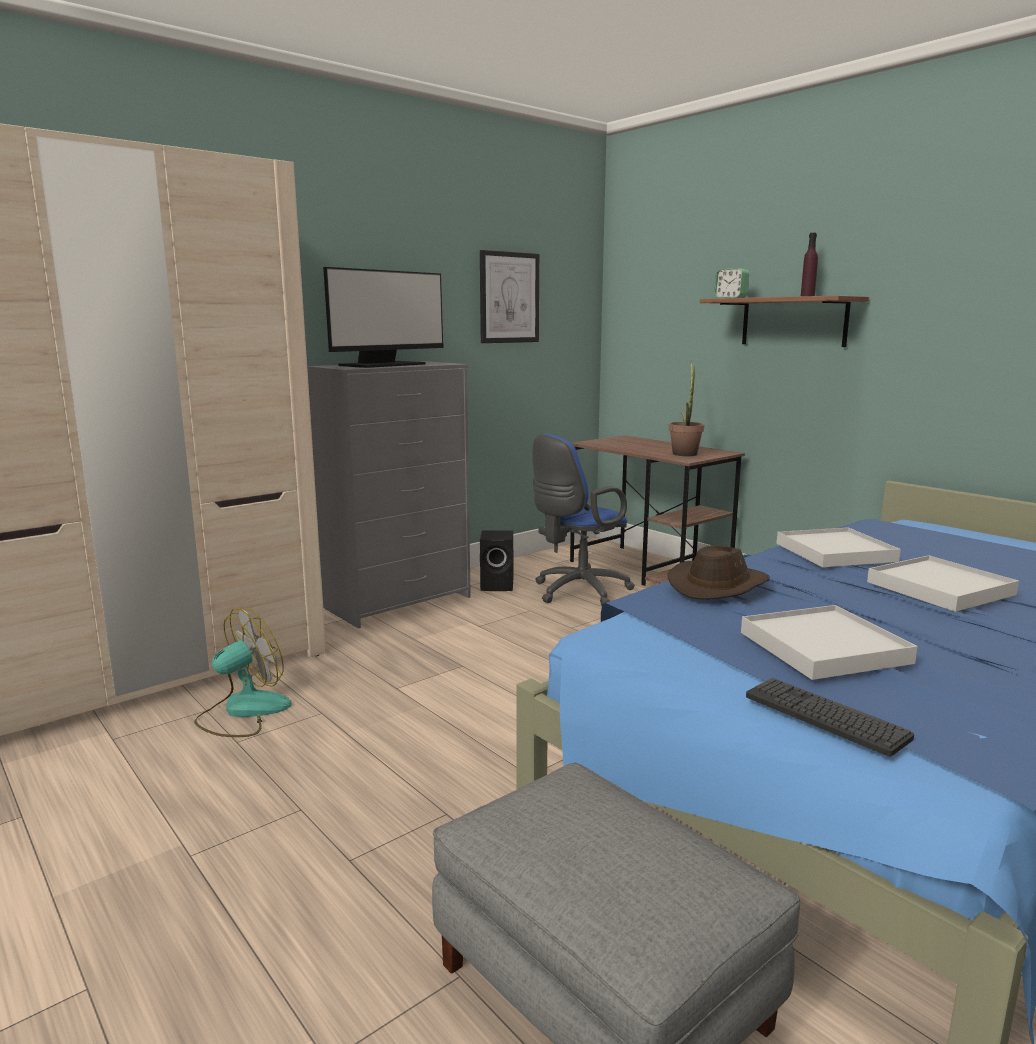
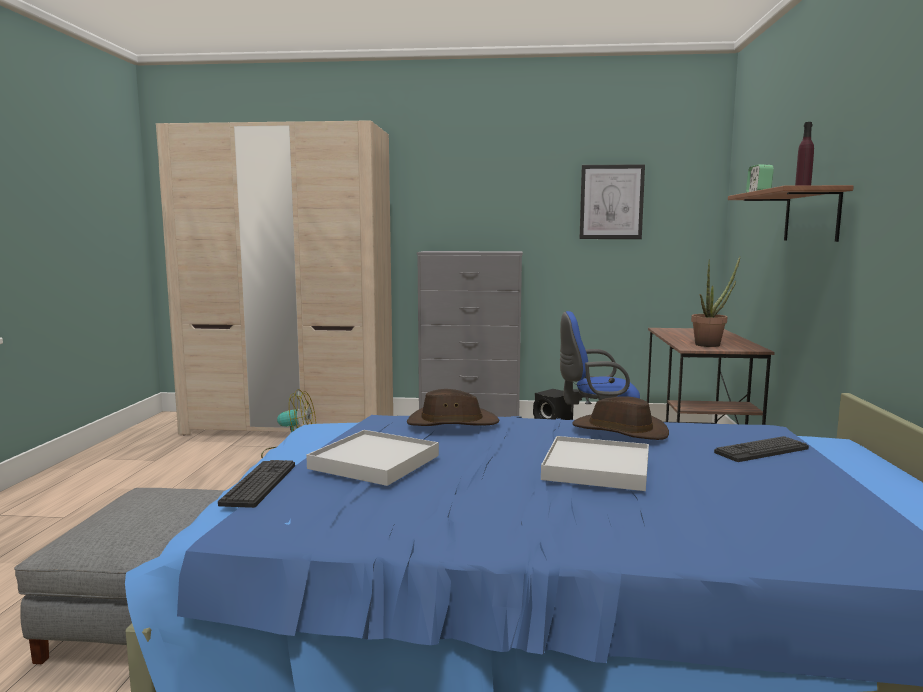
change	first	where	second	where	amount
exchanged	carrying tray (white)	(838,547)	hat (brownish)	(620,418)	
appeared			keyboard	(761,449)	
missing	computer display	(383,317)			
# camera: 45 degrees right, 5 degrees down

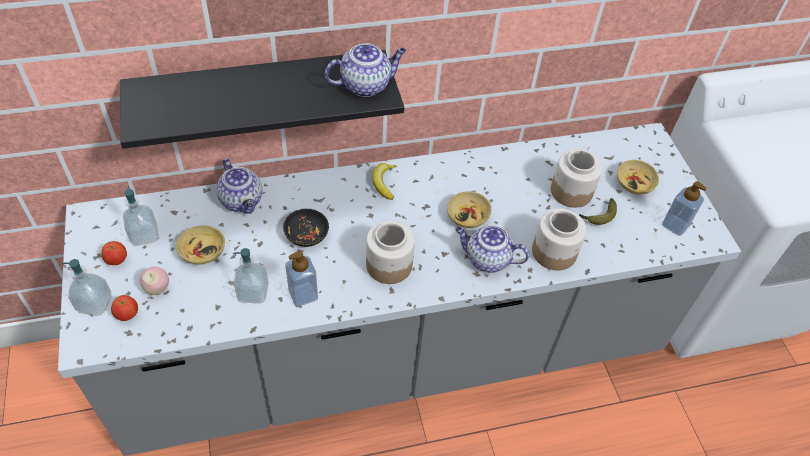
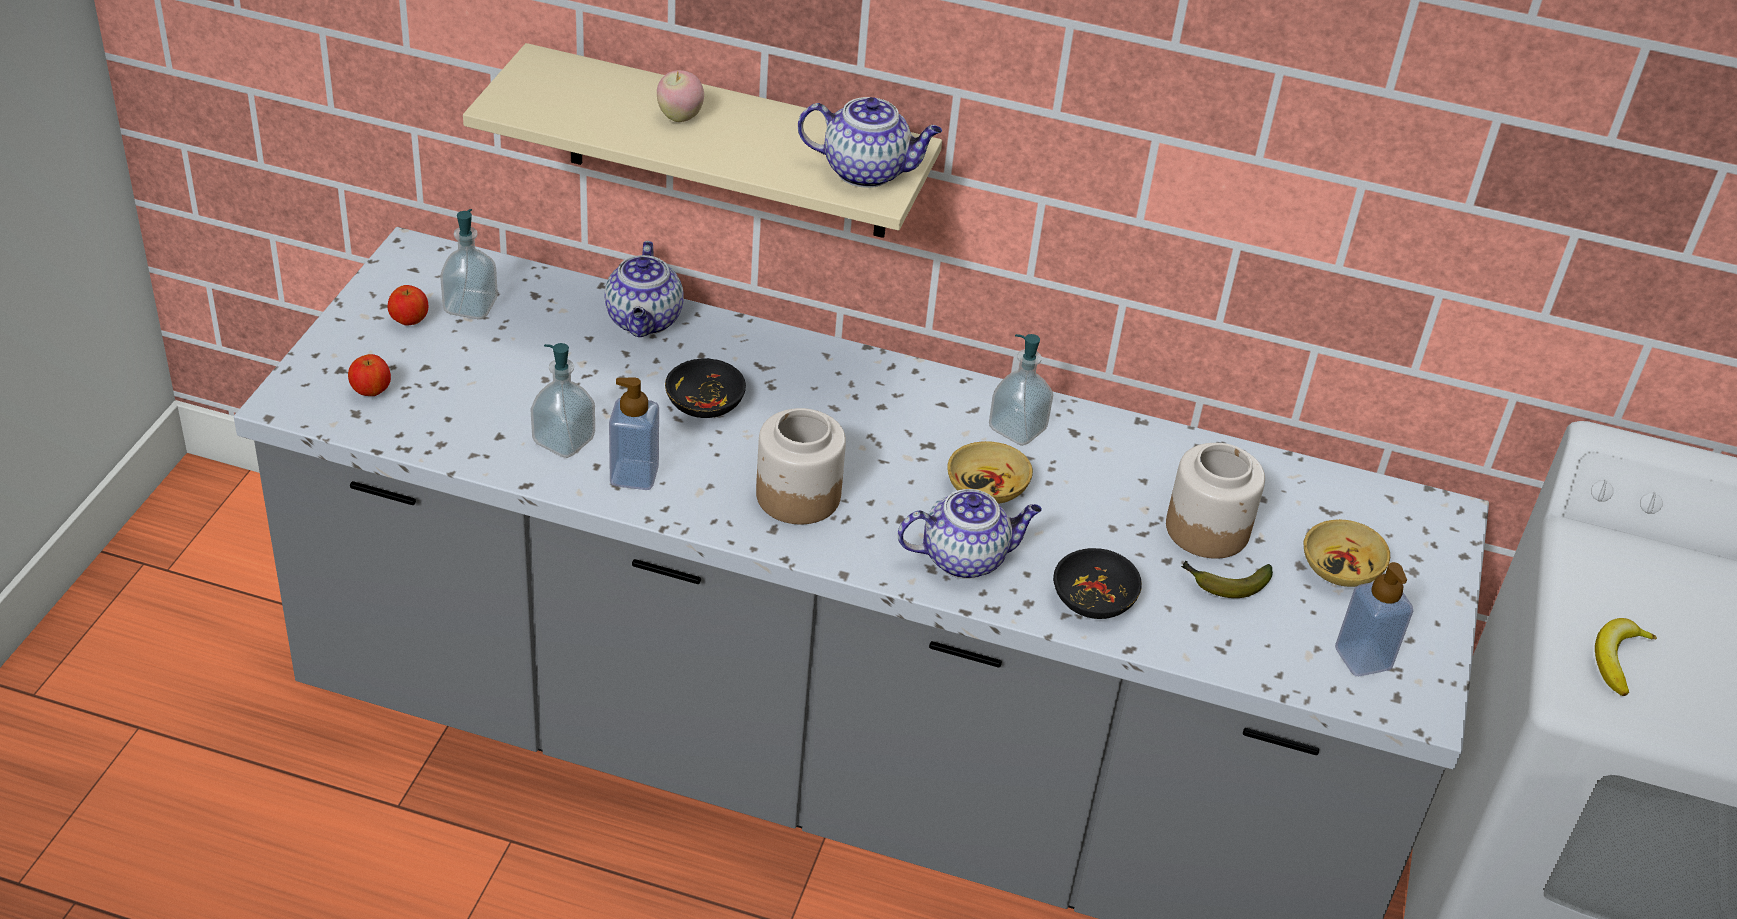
change	first	where	second	where	amount
colour	bracket shelf (blackish)	(262,99)	bracket shelf (beige)	(702,140)	
relocated	apple	(154,281)		(680,96)	
spun	teapot	(492,249)		(970,534)	120 degrees clockwise
relocated	soap dispenser	(87,287)		(1021,390)	
exchanged	storage jar	(559,239)	deep dish (blackish)	(1097,583)	
relocated	banana	(384,181)		(1626,657)	
missing	deep dish (beige)	(200,245)			
# camera: 30 degrees right, 10 degrees down

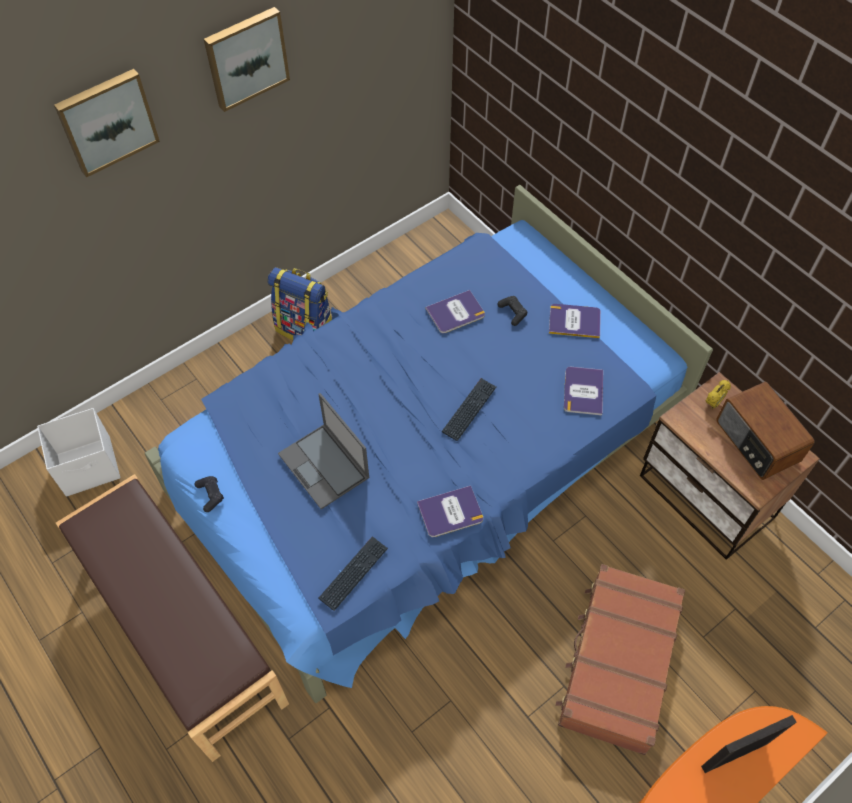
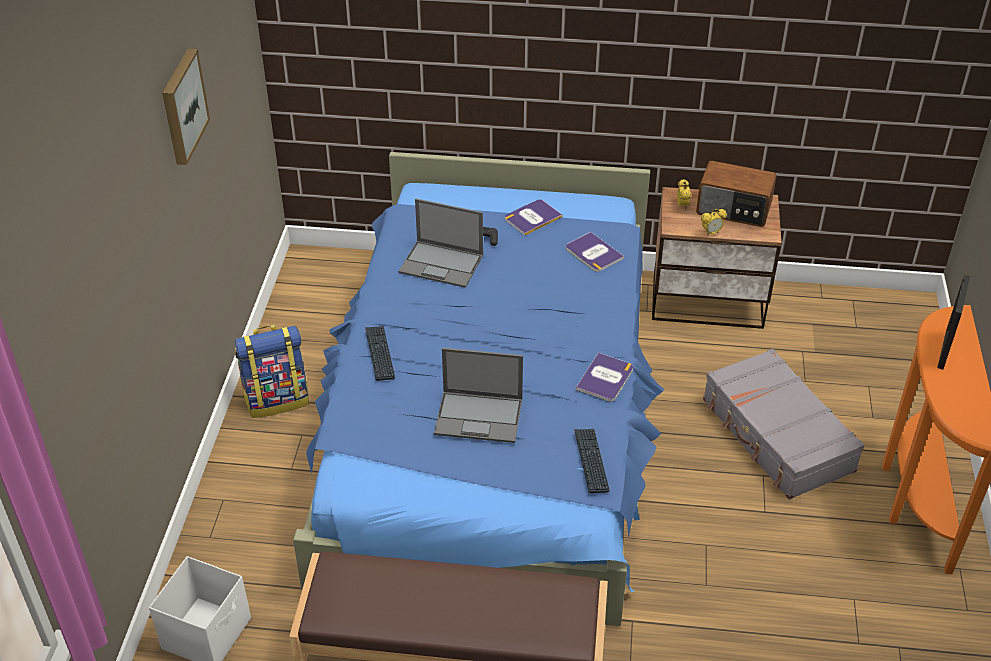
change	first	where	second	where	amount
relocated	keyboard	(469,409)		(380,353)	
exchanged	bound book	(455,311)	notebook computer	(441,243)	
appeared			alarm clock	(714,222)	
colour	piece of luggage (brownish)	(620,659)	piece of luggage (greyish)	(784,424)	
missing	wall picture	(107,123)			
missing	joypad (blackish)	(209,494)			
# camera: 45 degrees left, 15 degrees down

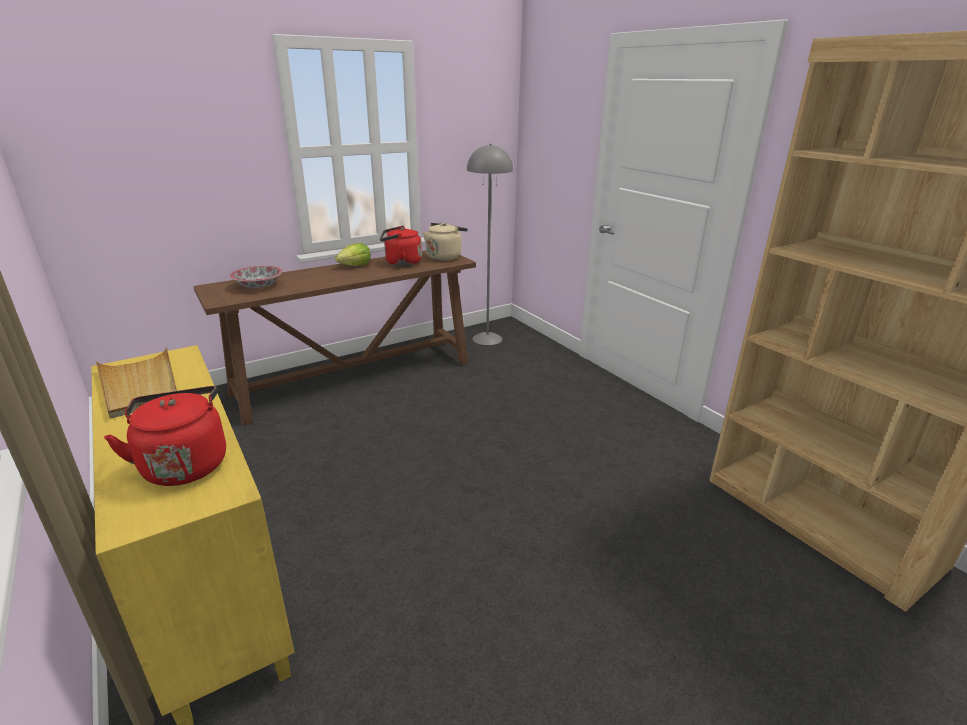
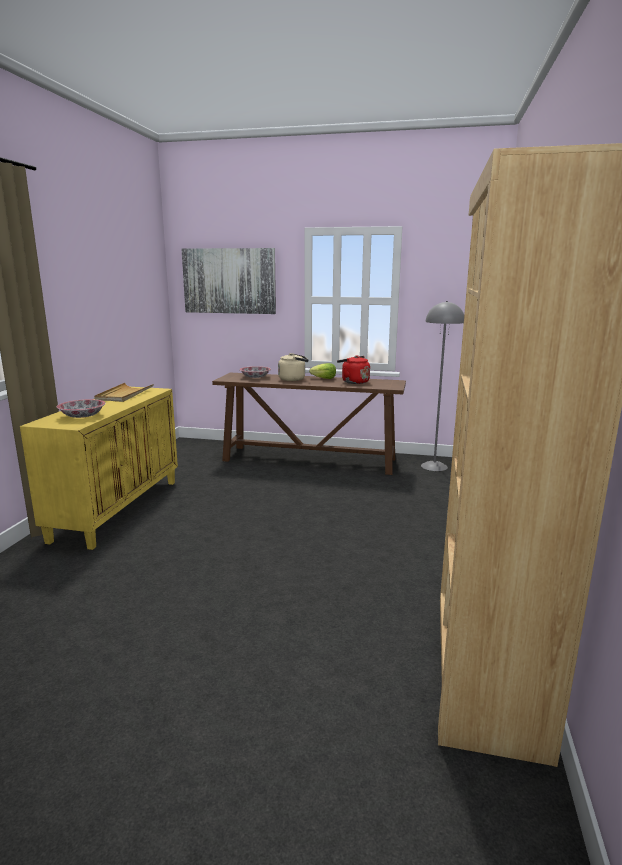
change	first	where	second	where	amount
exchanged	water kettle (reddish)	(165,436)	deep dish	(81,408)	
appeared			wall picture	(228,281)	
relocated	water kettle (beige)	(445,242)		(293,367)	
# camera: 45 degrees right, 10 degrees down

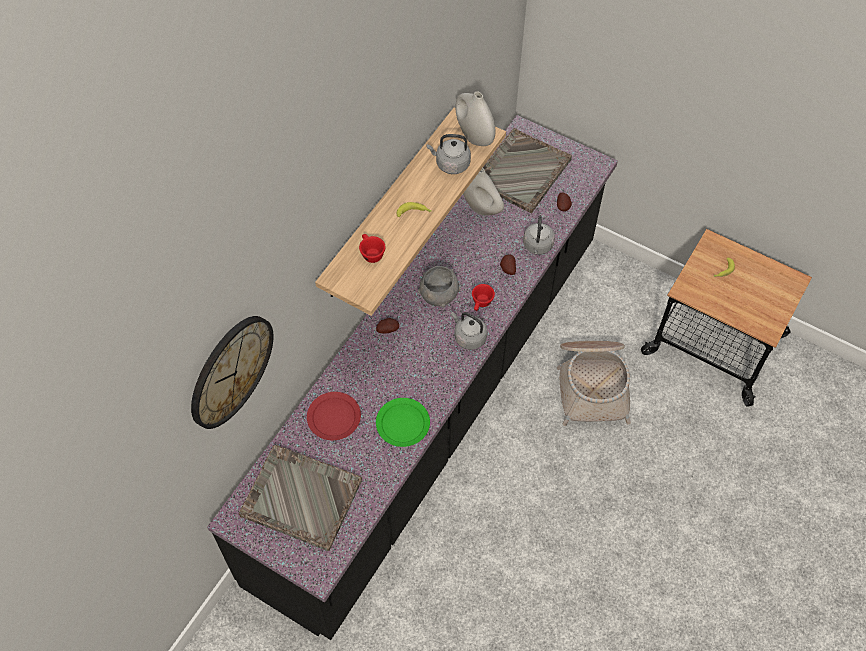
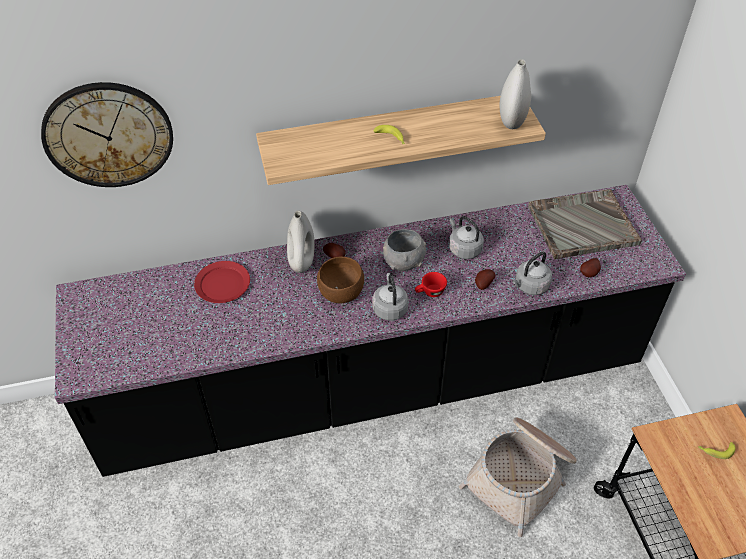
change	first	where	second	where	amount
relocated	vase (white)	(483,192)		(300,242)	
appeared			deep dish (brownish)	(340,280)	
relocated	water kettle (greyish)	(449,154)		(466,237)	
missing	carrying tray (greyish)	(300,498)			
missing	small cup (reddish)	(372,248)			
missing	flat dish (green)	(403,422)			
# camera: 45 degrees right, 10 degrees down

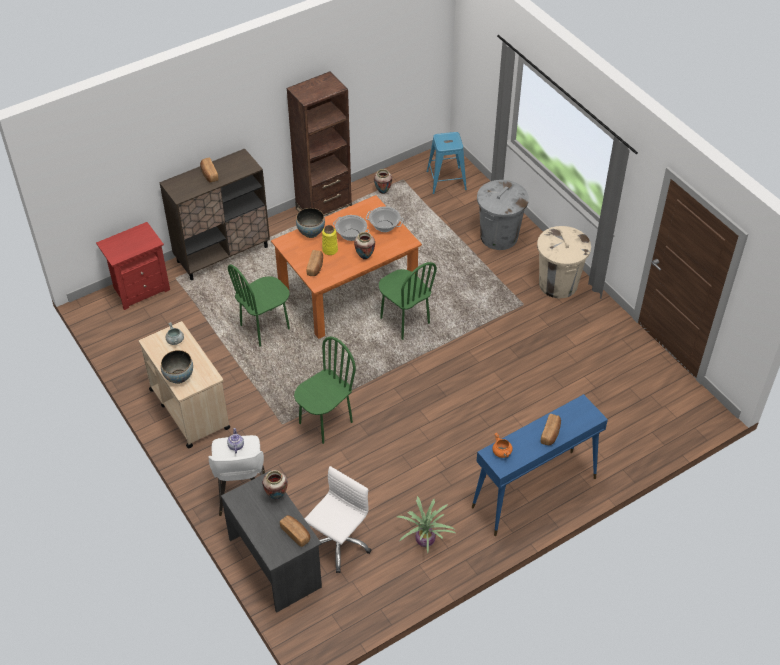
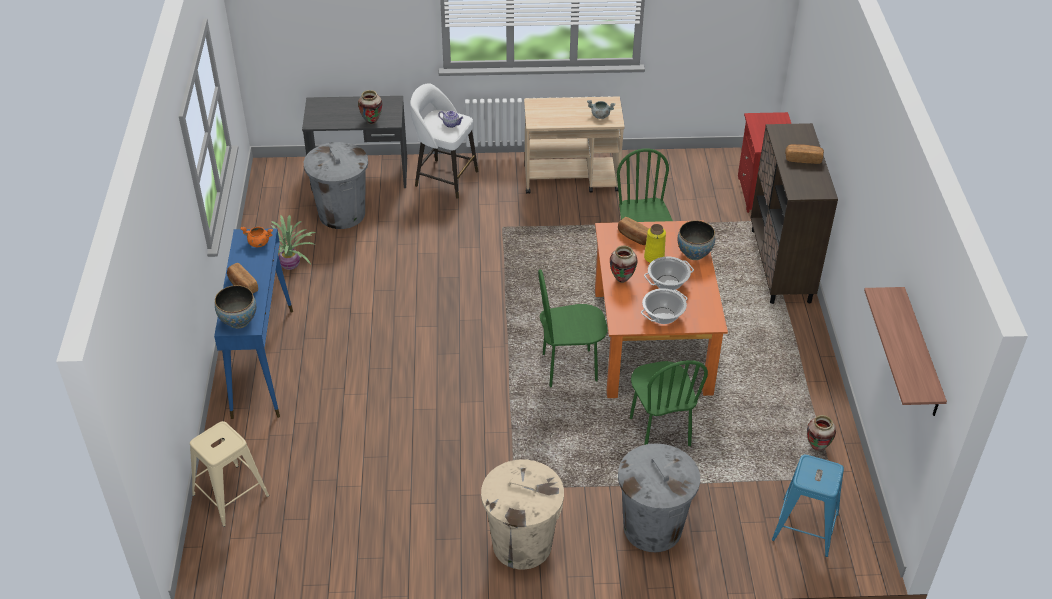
change	first	where	second	where	amount
appeared			stool seat (beige)	(229,474)	
relocated	deep dish	(177,367)		(235,306)	
exchanged	desk chair (white)	(338,519)	rubbish bin (greyish)	(336,185)	
relocated	plain chair (green)	(325,390)		(669,403)	
appeared			bracket shelf	(905,351)	
missing	baked bread	(295,531)			
missing	bookshelf (brownish)	(319,143)			
# camera: 120 degrees right, 5 degrees down

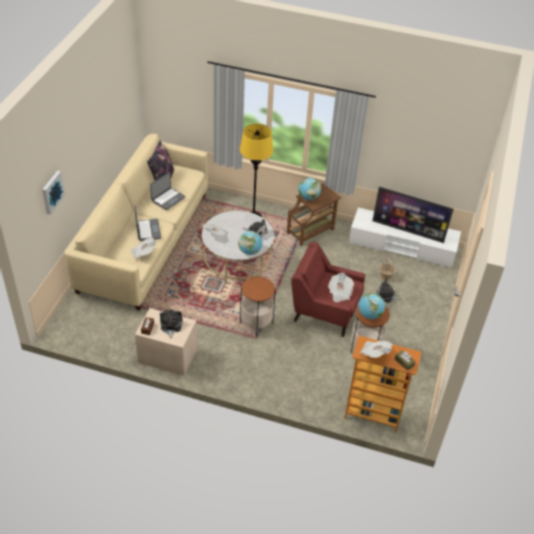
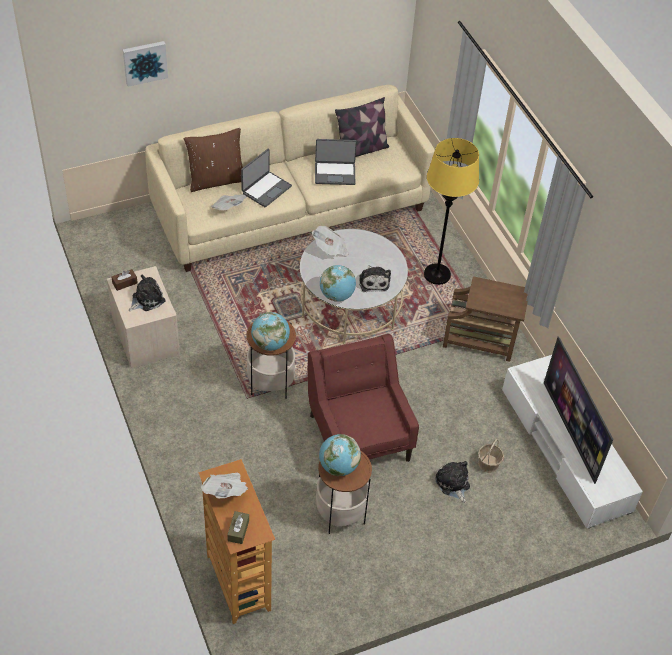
change	first	where	second	where	amount
appeared			throw pillow (brownish)	(213,160)	
relocated	globe	(309,188)		(270,331)	
missing	newspaper	(341,287)			
# camera: 50 degrees right, 5 degrees up

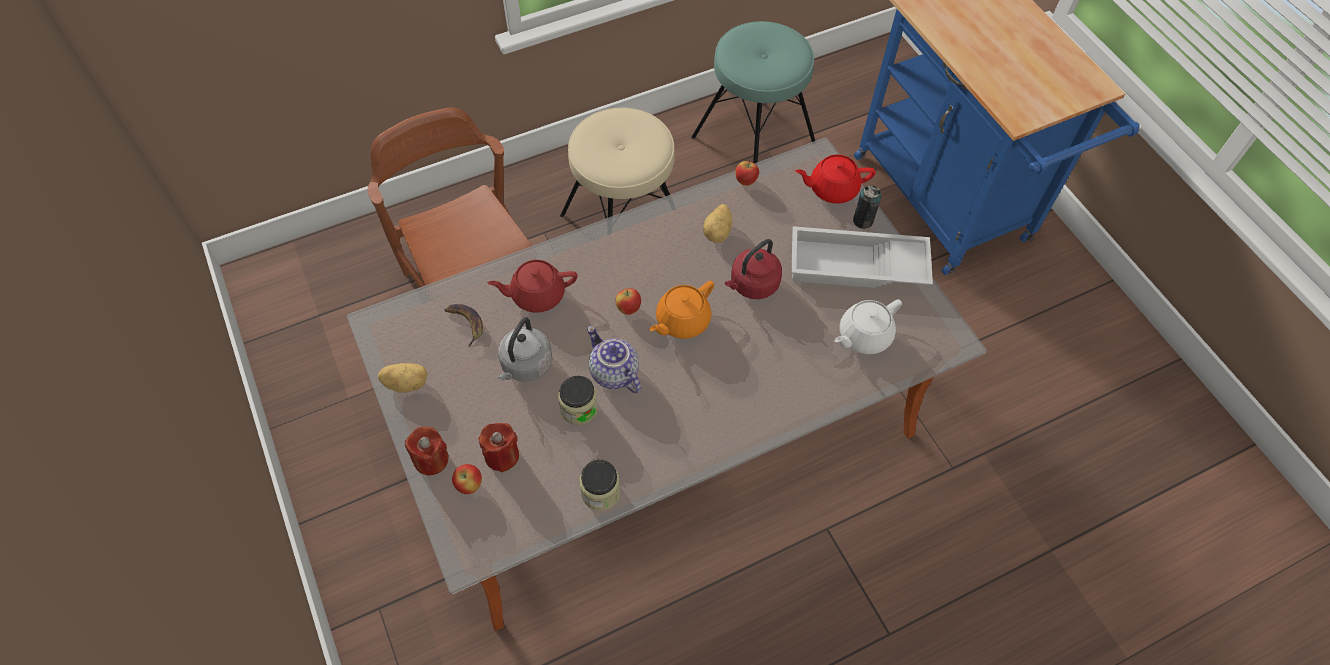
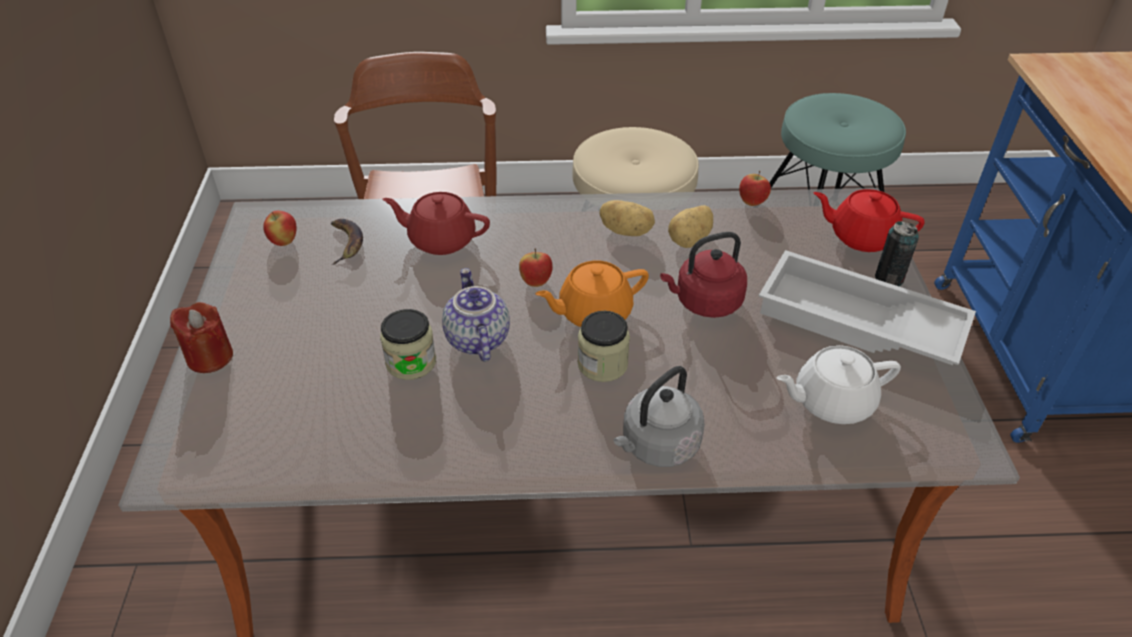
change	first	where	second	where	amount
relocated	apple	(467,479)		(279,228)	
relocated	storage jar	(599,485)		(604,346)	
relocated	potato	(403,378)		(627,218)	
relocated	water kettle (greyish)	(525,349)		(659,416)	
missing	wax candle (reddish)	(498,447)			
# camera: 25 degrees right, 15 degrees down

